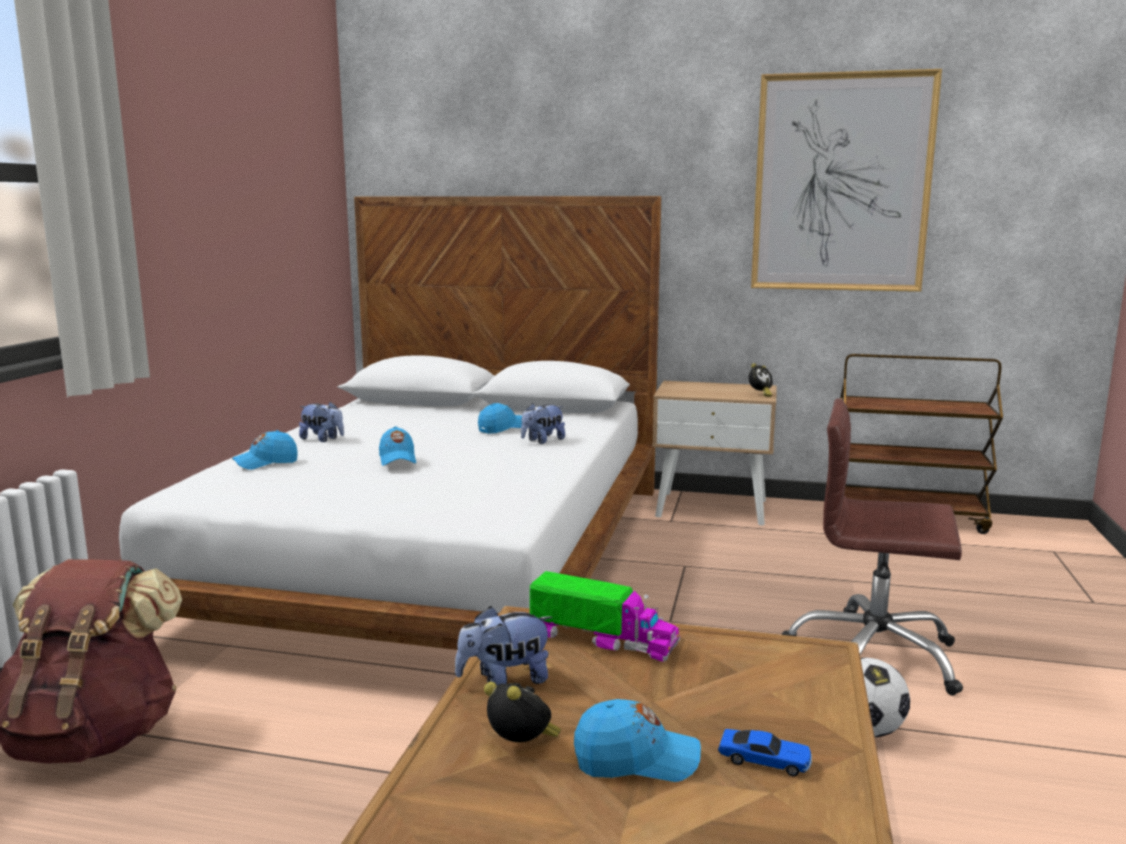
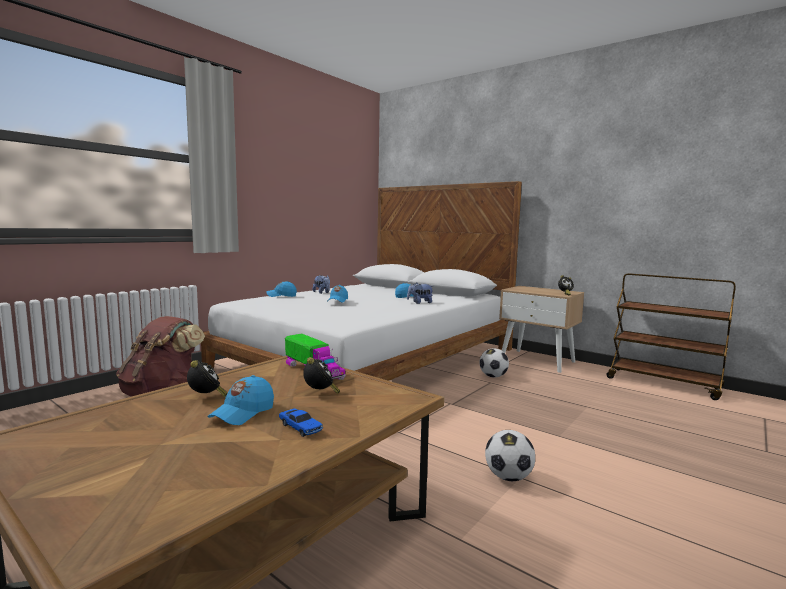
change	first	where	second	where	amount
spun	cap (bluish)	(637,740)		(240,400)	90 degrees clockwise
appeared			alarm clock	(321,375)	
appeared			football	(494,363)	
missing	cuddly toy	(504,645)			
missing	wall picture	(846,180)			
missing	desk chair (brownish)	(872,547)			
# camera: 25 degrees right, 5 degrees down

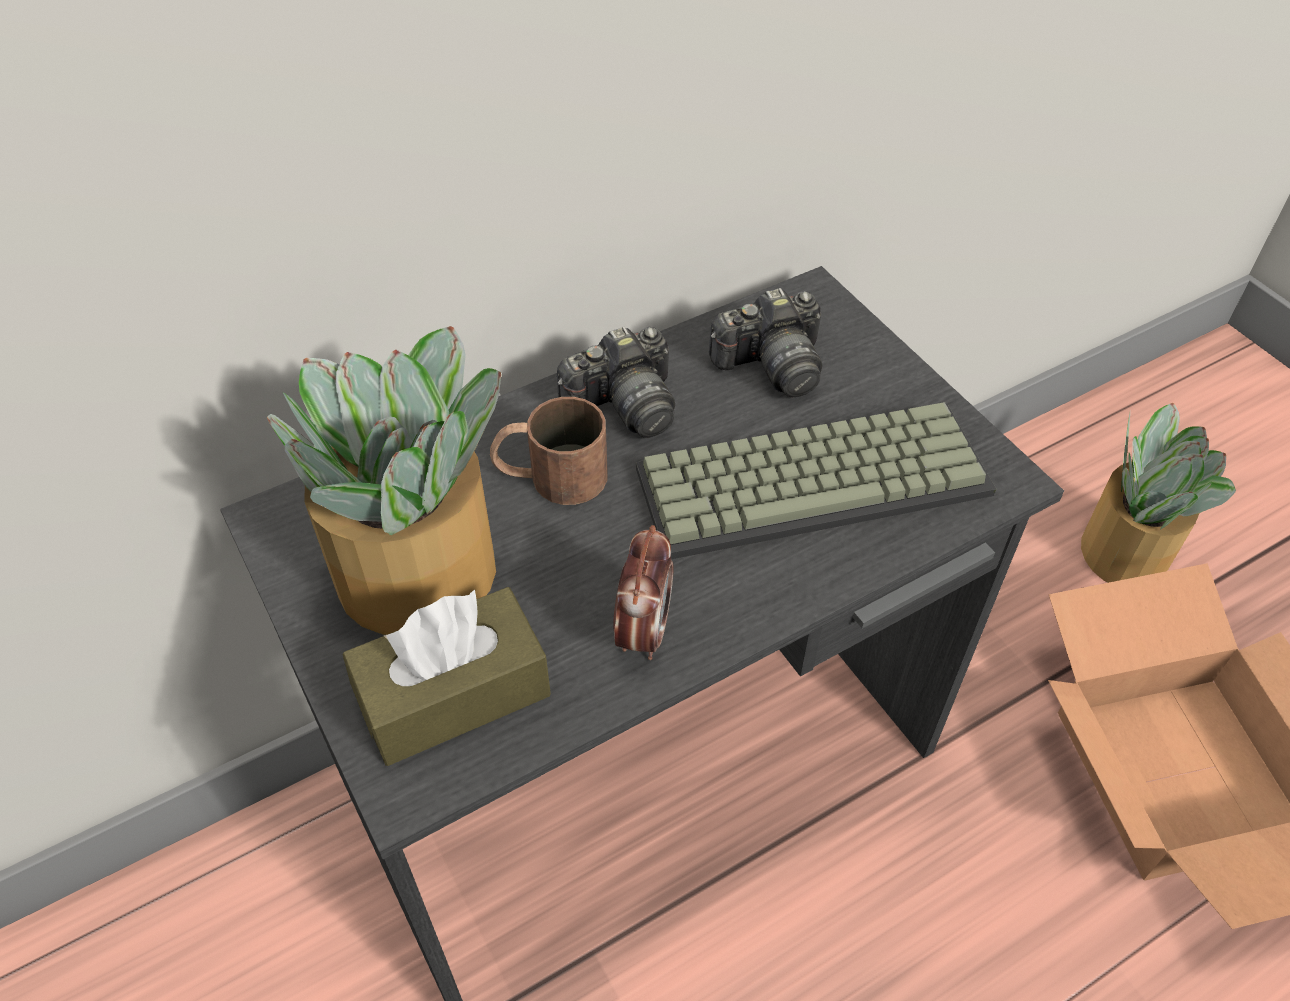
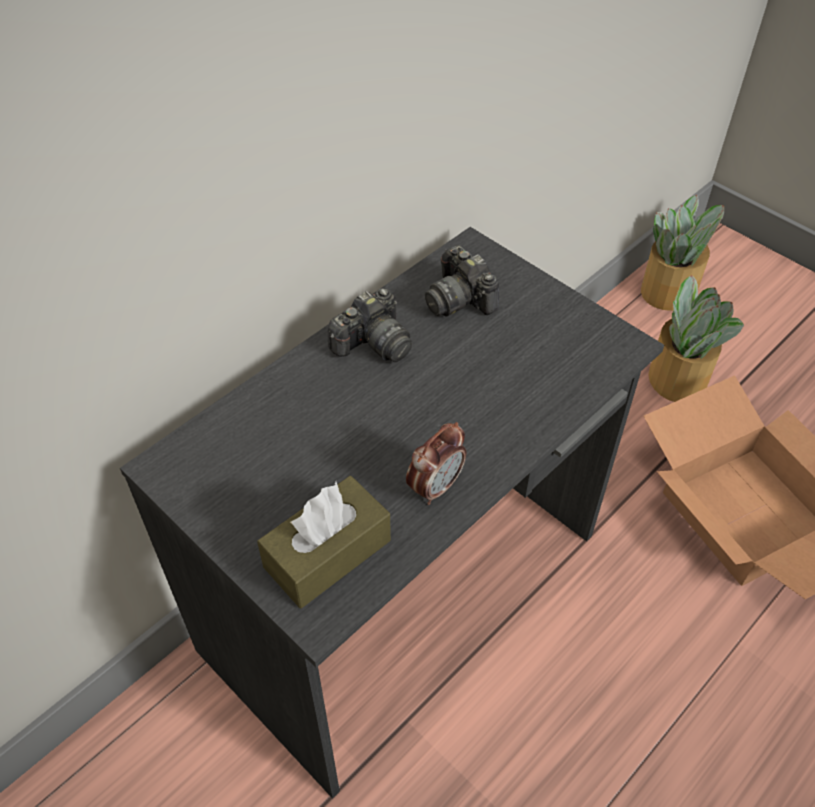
change	first	where	second	where	amount
spun	alarm clock	(643,592)		(436,463)	45 degrees clockwise
spun	photo camera	(765,343)		(462,281)	90 degrees clockwise
relocated	potted plant	(384,480)		(682,253)	
missing	mug (brownish)	(549,451)			
missing	keyboard	(816,480)			
# camera: 15 degrees left, 0 degrees up

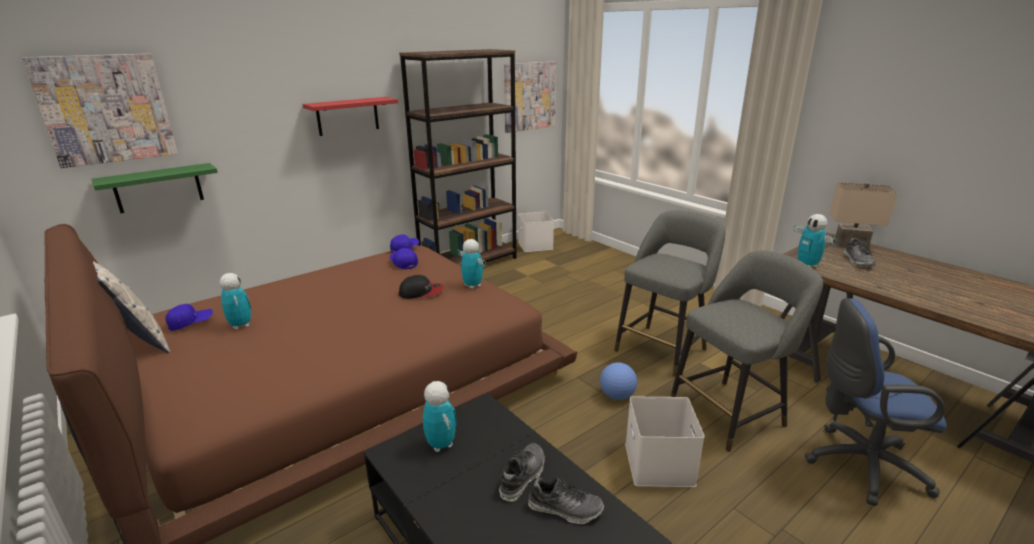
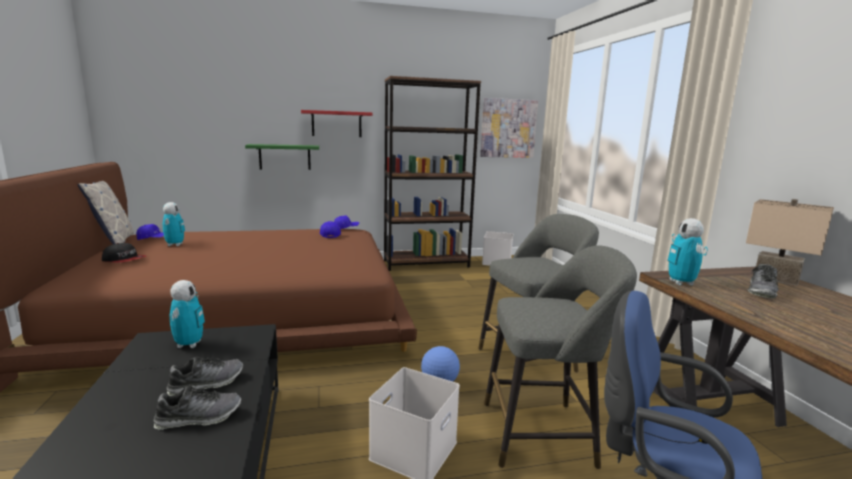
change	first	where	second	where	amount
relocated	cap	(421,287)		(124,253)	
spun	shoe	(566,500)		(197,408)	60 degrees counterclockwise
relocated	bracket shelf (green)	(154,188)		(282,157)	
missing	wall picture	(100,110)			
missing	toy robot	(472,264)			
# camera: 25 degrees right, 10 degrees down

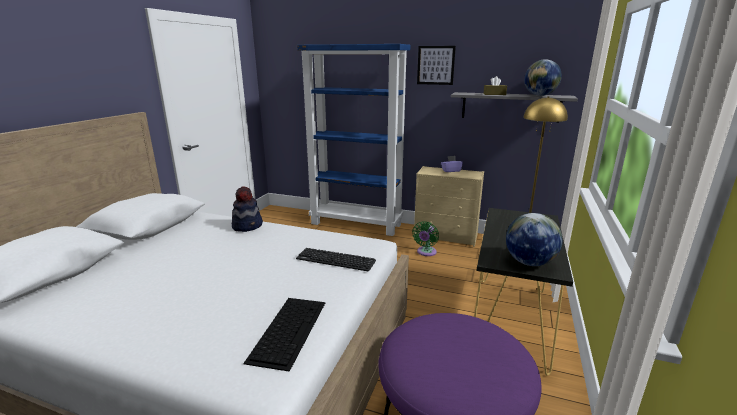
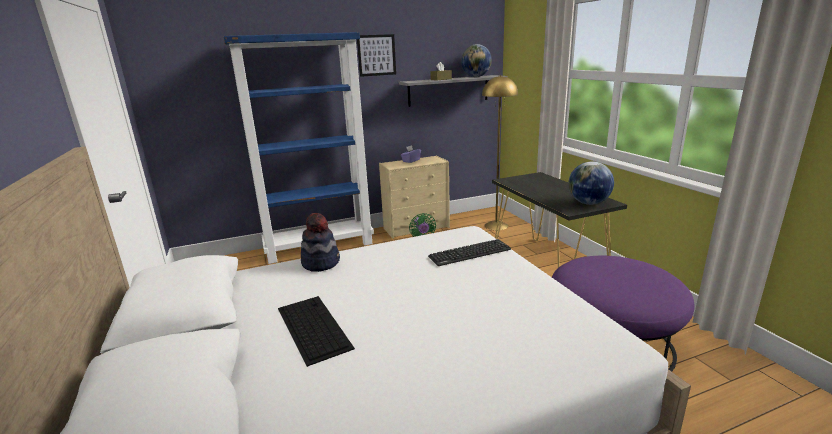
change	first	where	second	where	amount
relocated	keyboard	(284,335)		(316,331)	
# camera: 40 degrees left, 0 degrees up

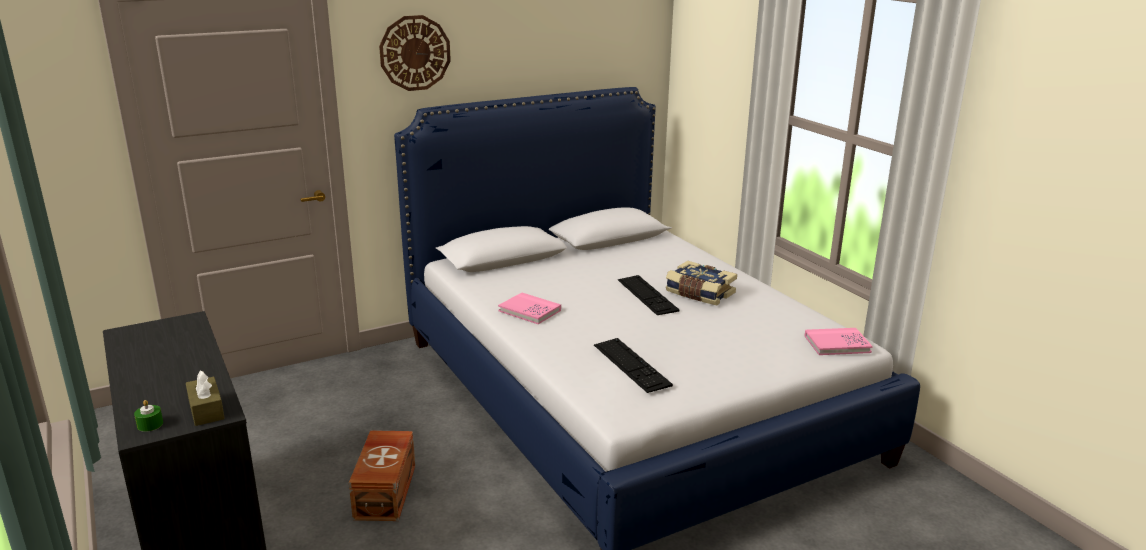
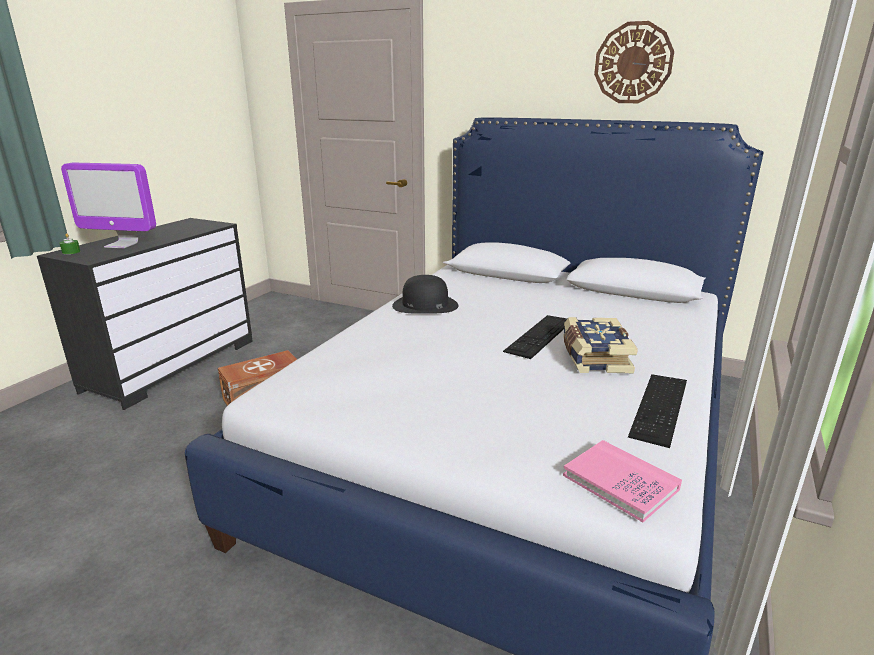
change	first	where	second	where	amount
appeared			computer display	(108,206)	
exchanged	bound book (pink-coloured)	(529,308)	hat (blackish)	(425,294)	
relocated	clock on the wall	(415,53)		(634,62)	
relocated	keyboard	(633,365)		(657,411)	
missing	tissue box (brownish)	(205,398)			
# camera: 55 degrees right, 0 degrees up

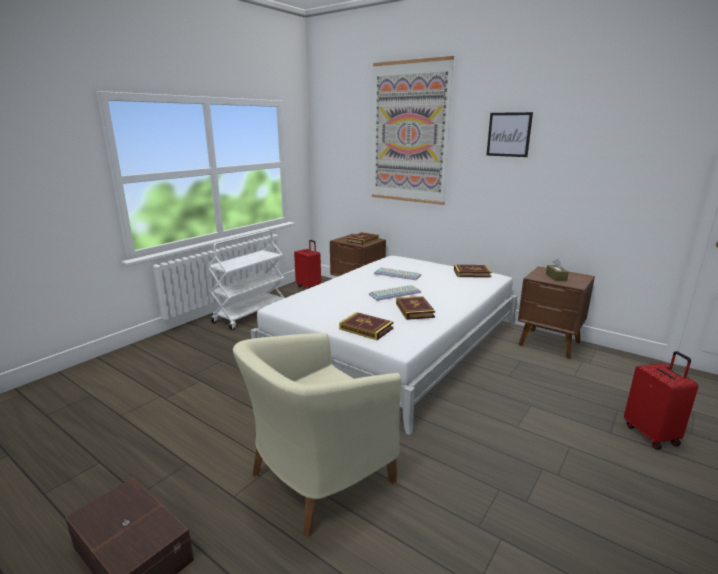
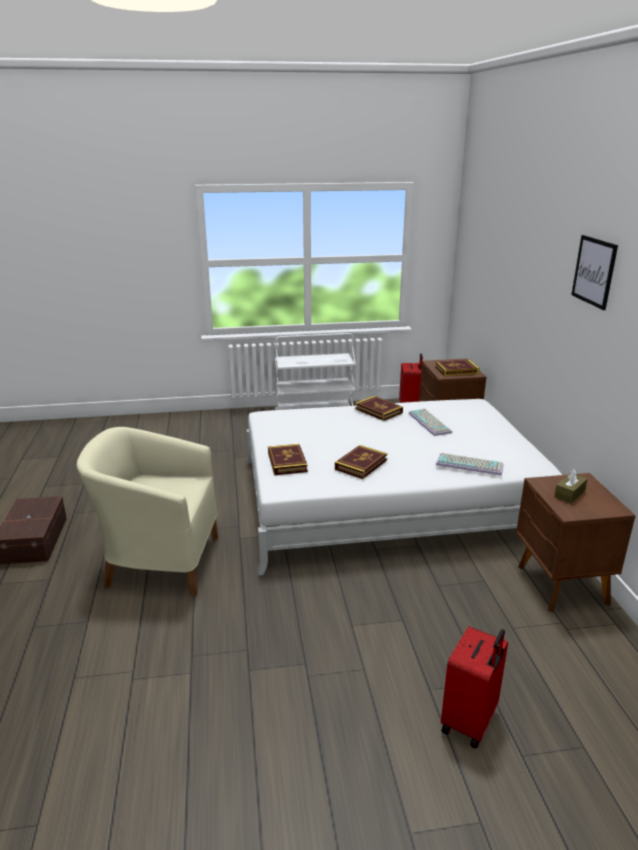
change	first	where	second	where	amount
relocated	bound book	(473,271)		(379,408)	
relocated	keyboard	(395,293)		(470,464)	
missing	wall picture	(413,130)			
# camera: 45 degrees right, 5 degrees up

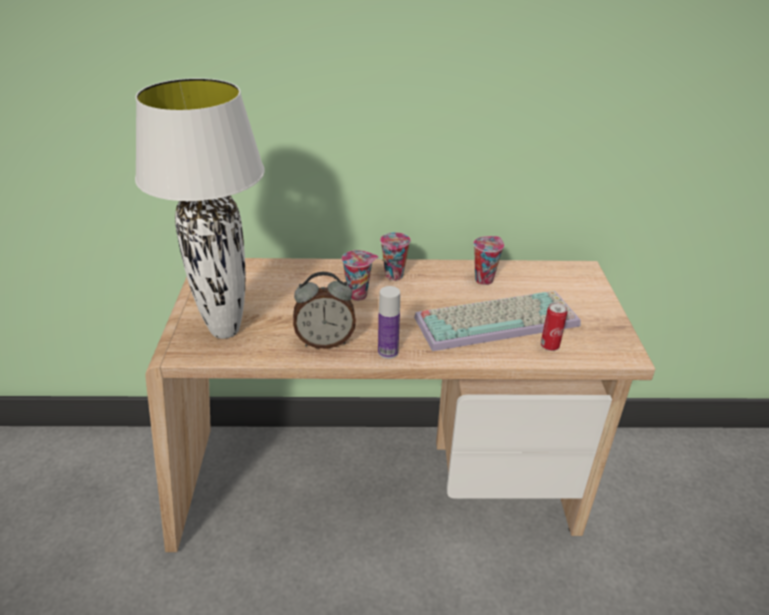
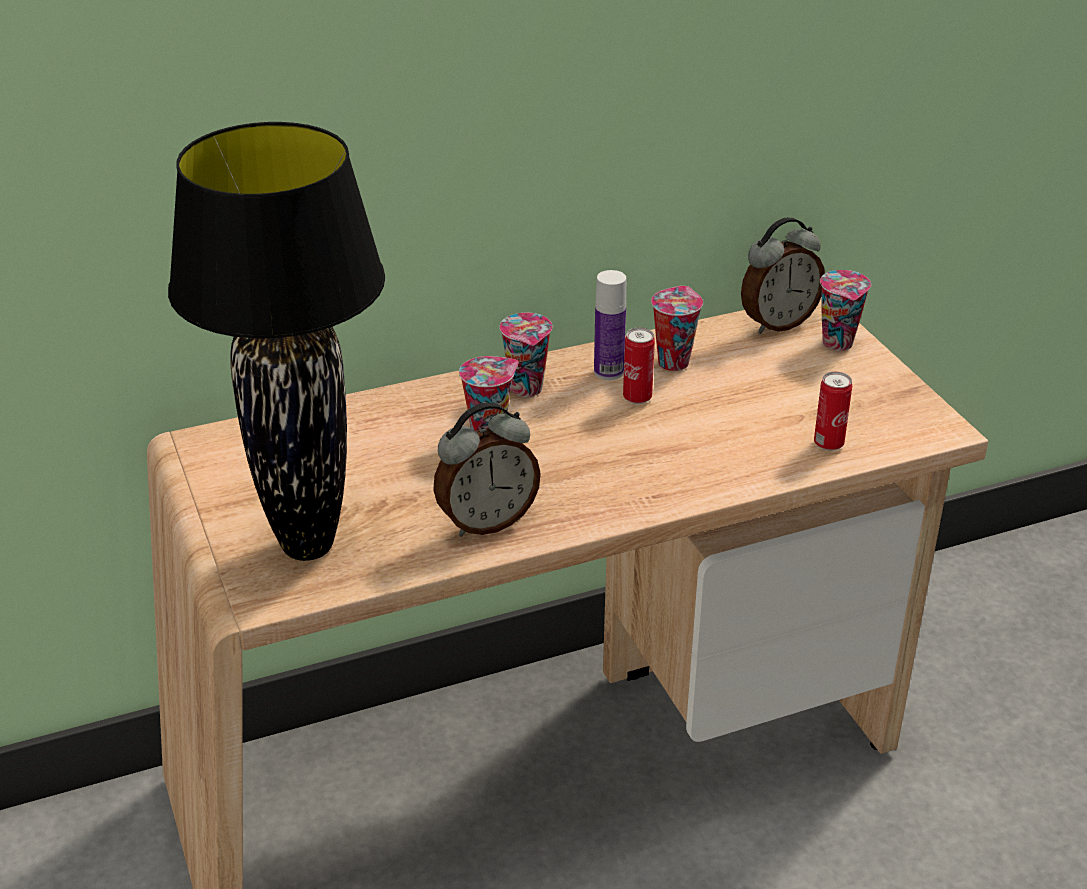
change	first	where	second	where	amount
colour	lamp for a table (white)	(200,208)	lamp for a table (blackish)	(276,341)	
relocated	drink bottle	(389,322)		(610,325)	
appeared			can	(639,366)	
appeared			alarm clock	(783,275)	
appeared			small cup	(845,310)	
missing	keyboard	(497,321)			
# camera: 20 degrees left, 0 degrees up

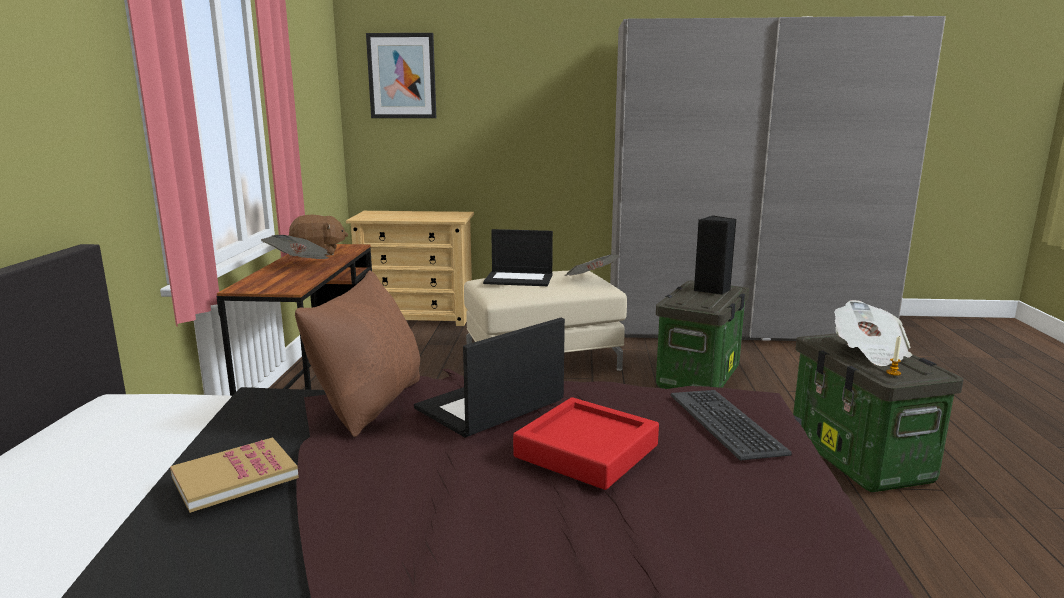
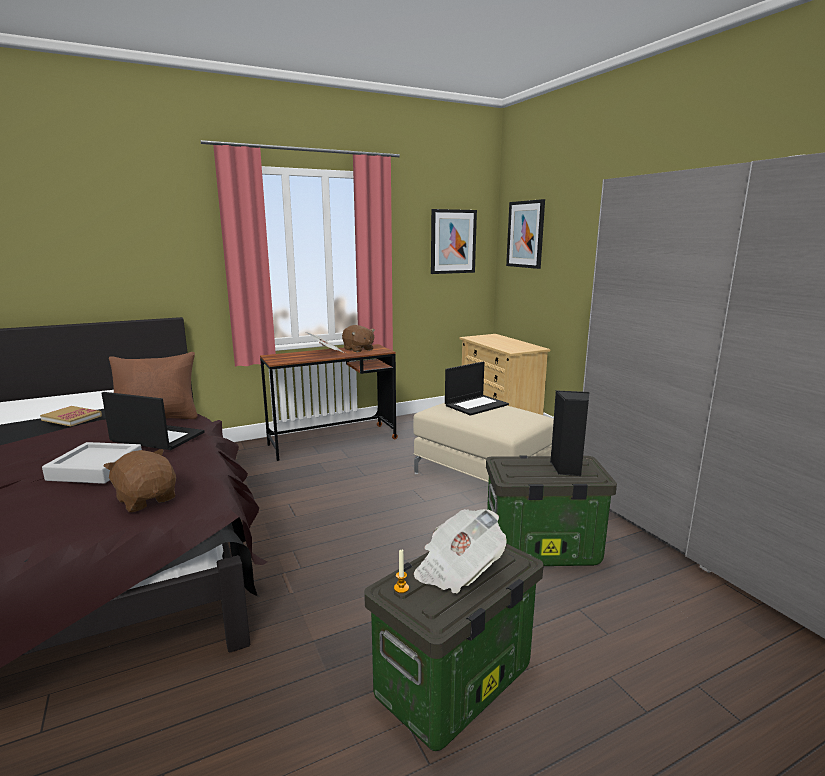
change	first	where	second	where	amount
colour	carrying tray (reddish)	(586,443)	carrying tray (greyish)	(92,463)	
exchanged	keyboard	(731,425)	cuddly toy (brownish)	(140,481)	
appeared			wall picture	(454,241)	
spun	notebook computer	(518,257)		(477,389)	105 degrees counterclockwise
missing	newspaper	(592,265)			
# camera: 60 degrees right, 0 degrees up

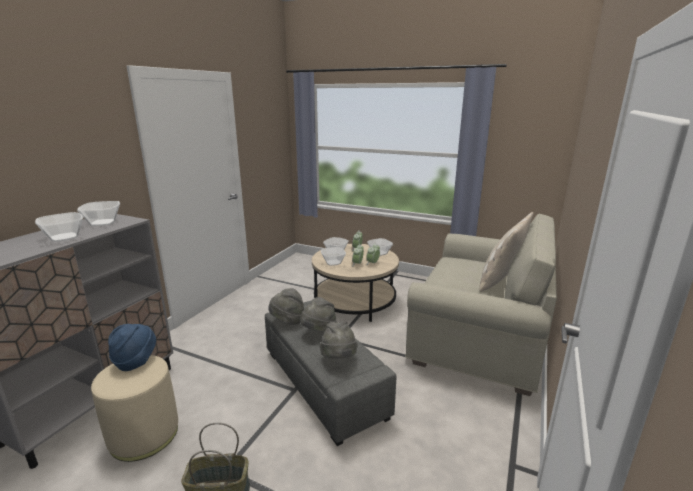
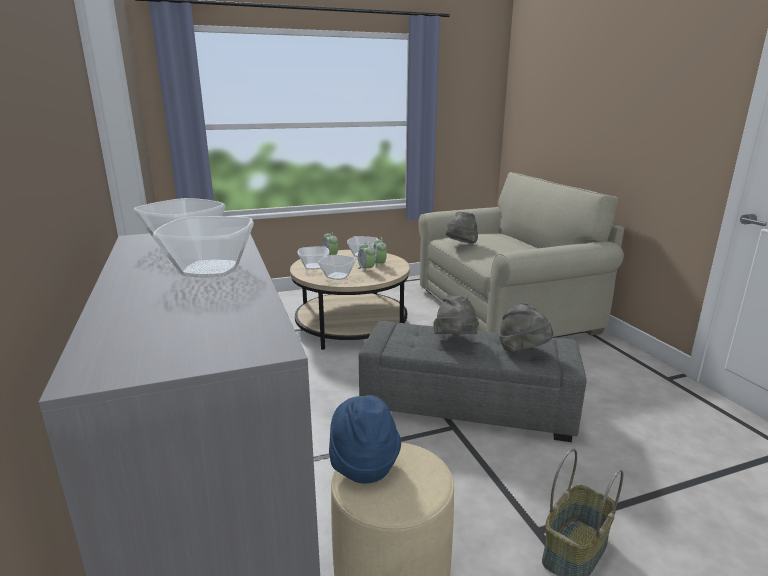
change	first	where	second	where	amount
relocated	hat (greyish)	(286,306)		(462,227)	
missing	throw pillow (beige)	(506,252)			
# camera: 45 degrees left, 0 degrees up

